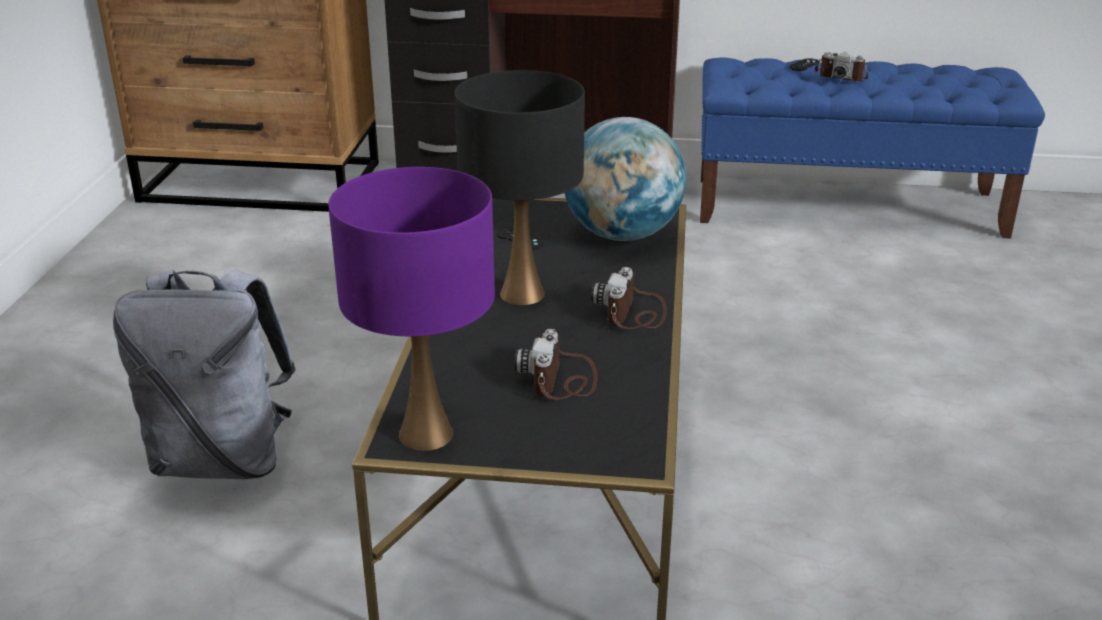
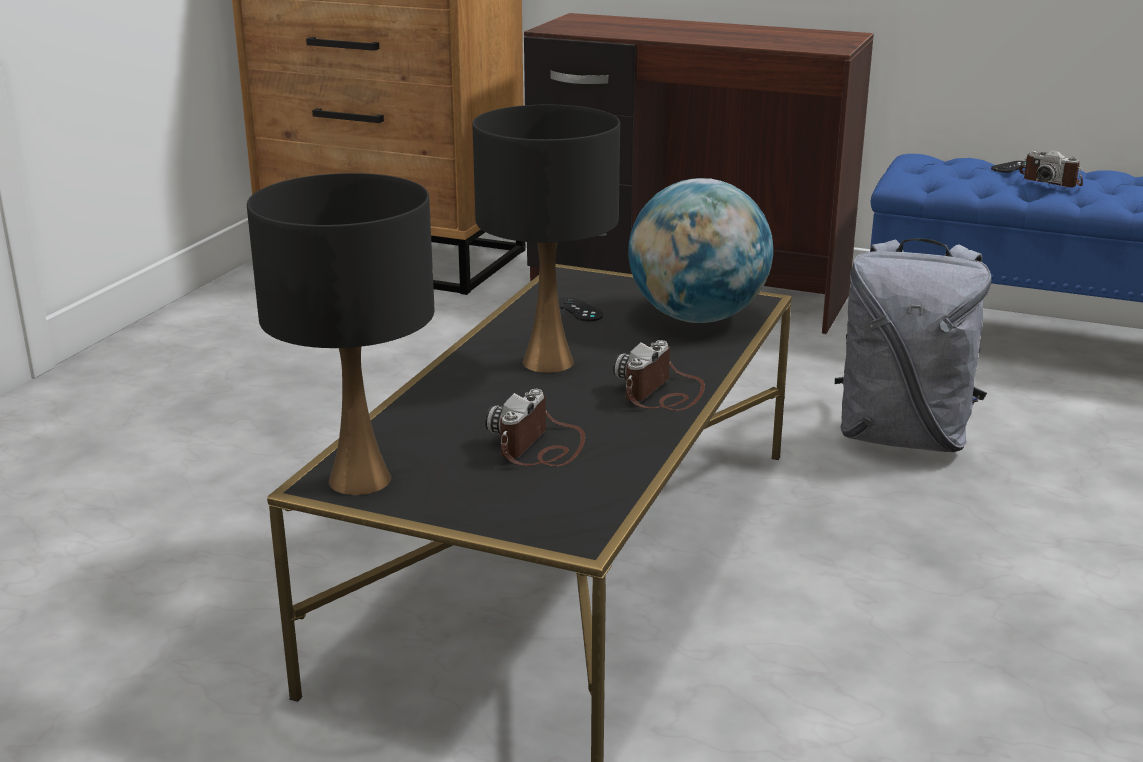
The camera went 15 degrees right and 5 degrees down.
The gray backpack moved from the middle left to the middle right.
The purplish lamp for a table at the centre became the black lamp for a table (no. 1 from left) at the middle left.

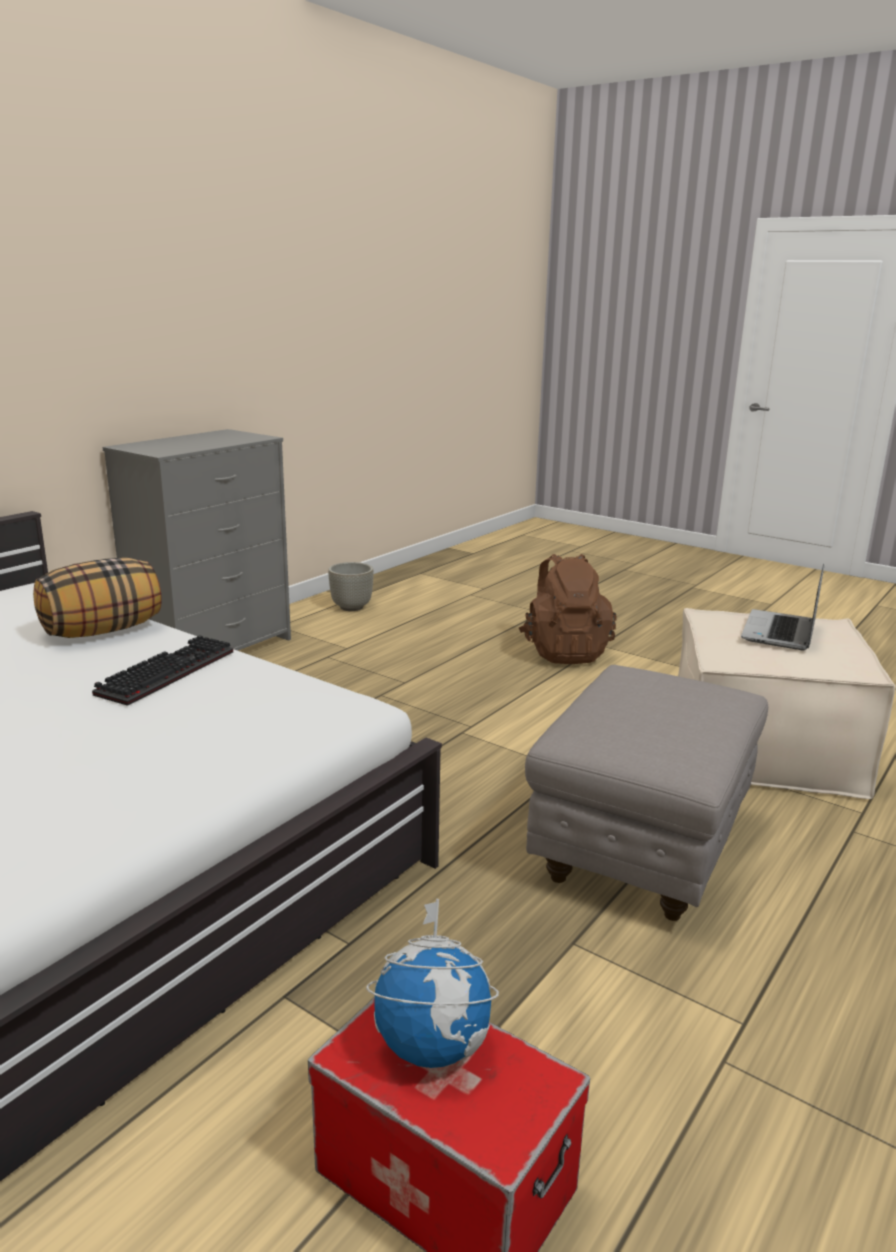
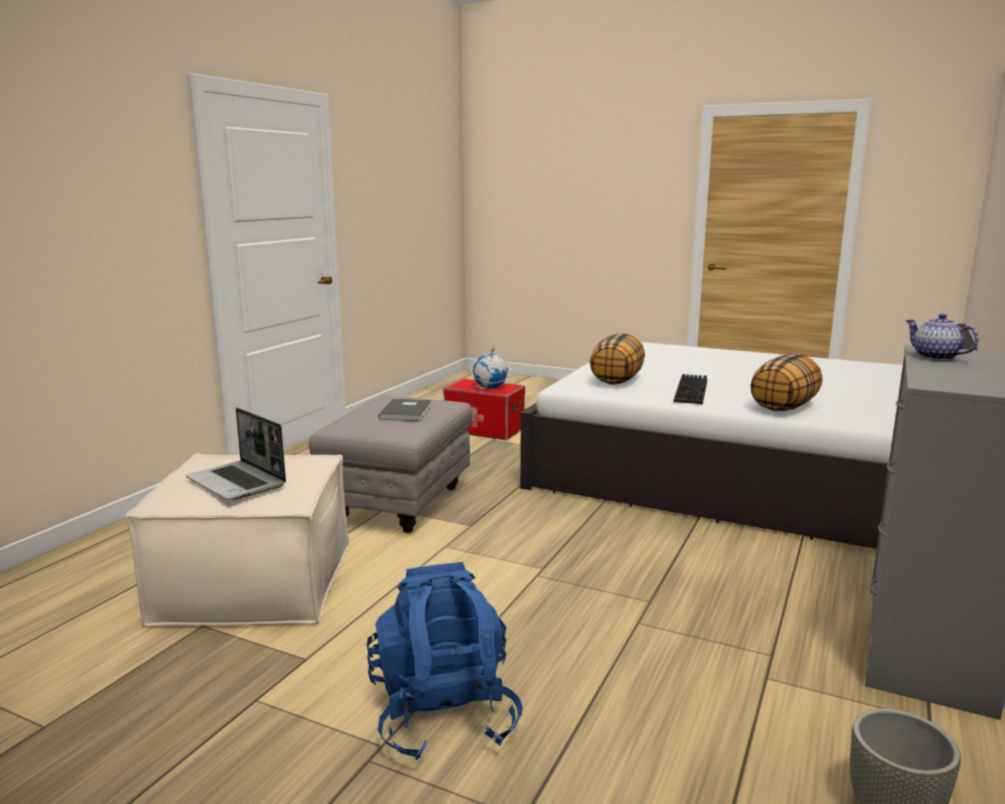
The camera went 170 degrees right and 5 degrees down.
The brown-coloured backpack at the centre became the bluish backpack at the bottom centre.
The laptop at the middle right turned 120 degrees clockwise.
The gray volume at the centre appeared.
The cushion (no. 1 from left) at the centre appeared.
The tea pot at the middle right appeared.

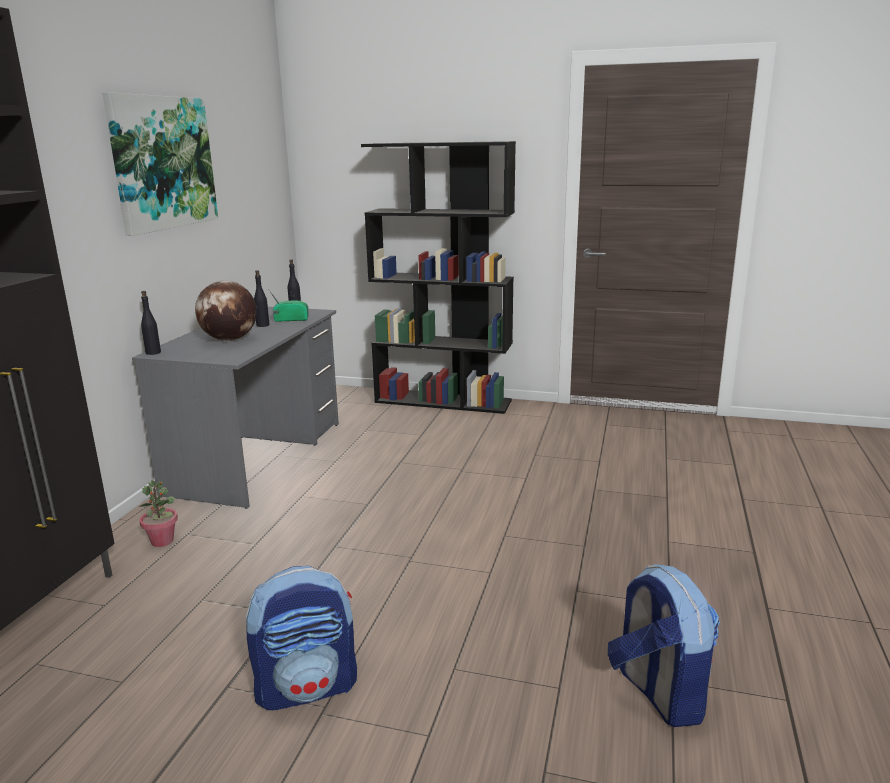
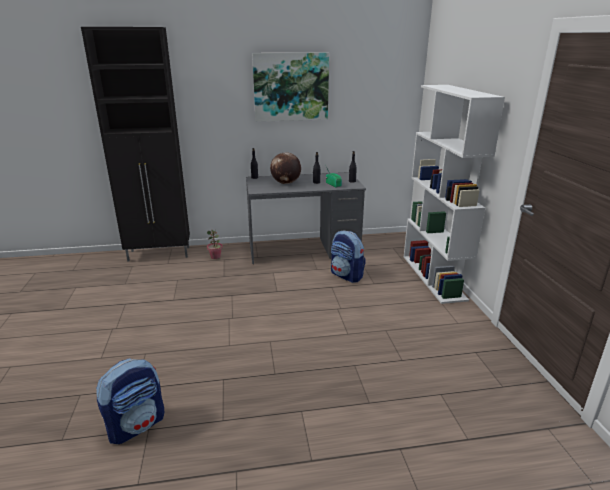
The camera went 65 degrees right and 5 degrees up.
The backpack (no. 1 from left in the first image) moved from the bottom centre to the centre.
The black shelving unit at the centre became the white-coloured shelving unit at the middle right.

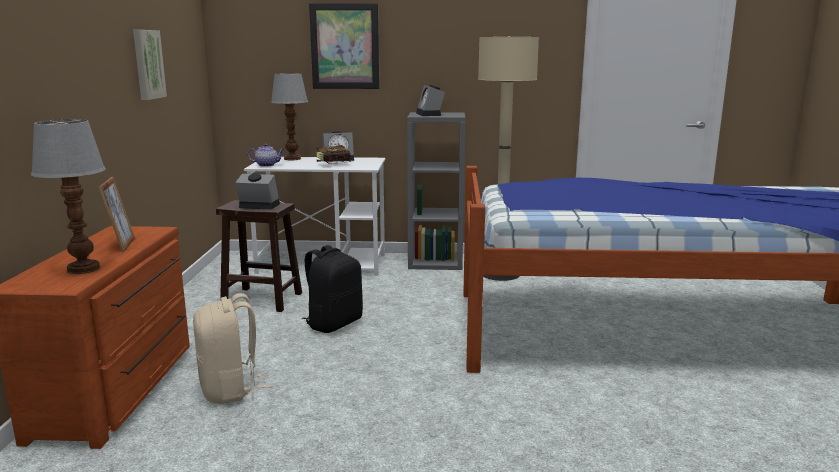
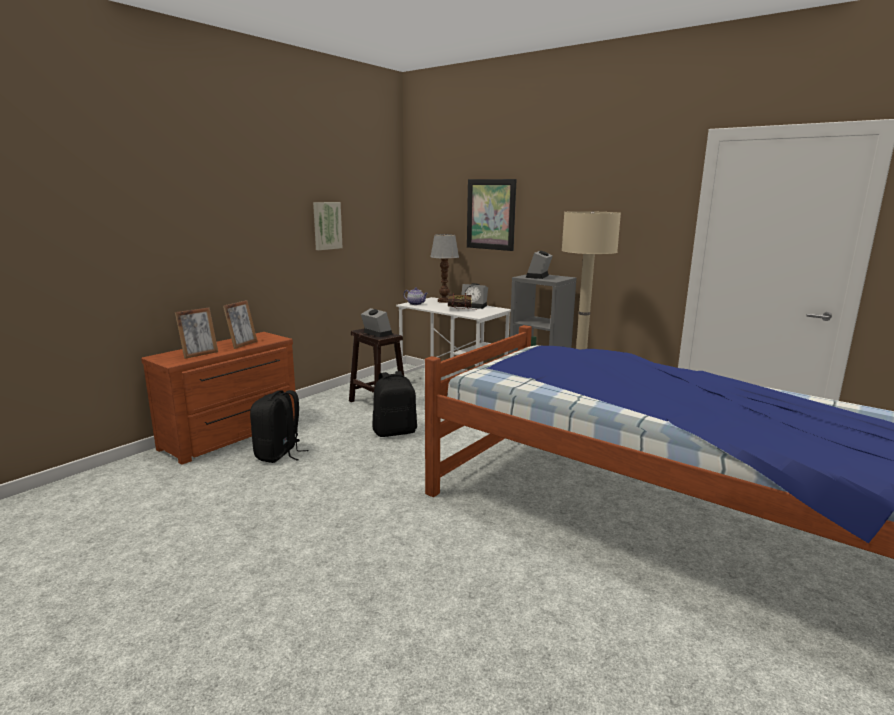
The camera went 35 degrees right and 0 degrees up.
The lamp for a table (no. 1 from left) at the middle left was replaced by the picture frame (no. 1 from left) at the middle left.
The beige-coloured backpack at the bottom left became the black backpack (no. 1 from left) at the middle left.

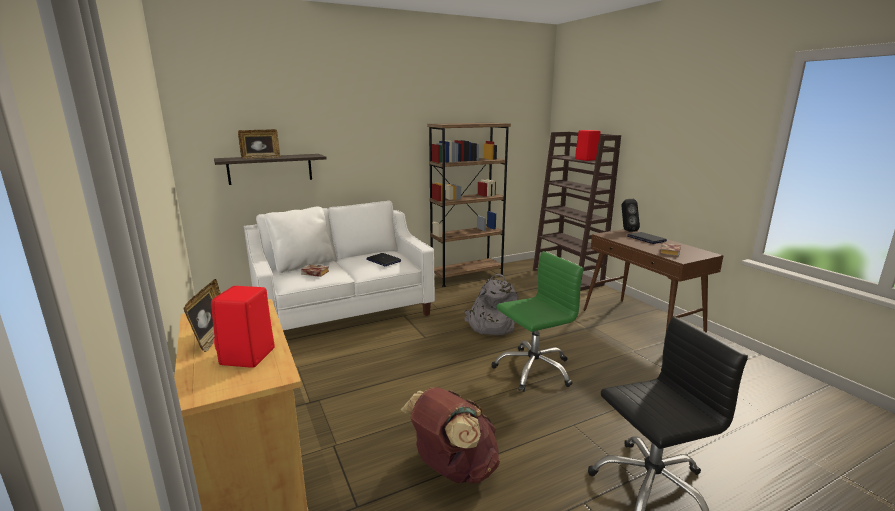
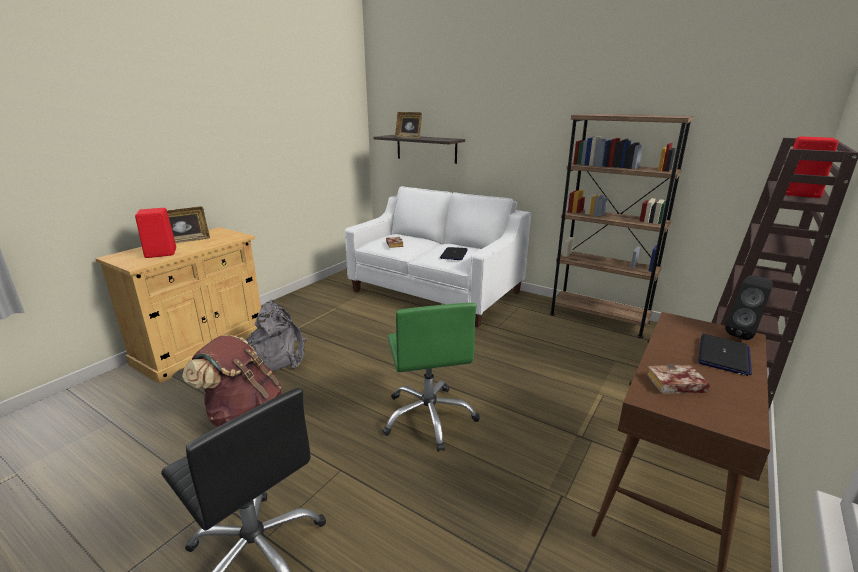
The camera went 60 degrees right and 5 degrees up.
The white-coloured cushion at the centre disappeared.
The gray backpack moved from the centre to the middle left.
The greenish office chair at the centre turned 45 degrees clockwise.

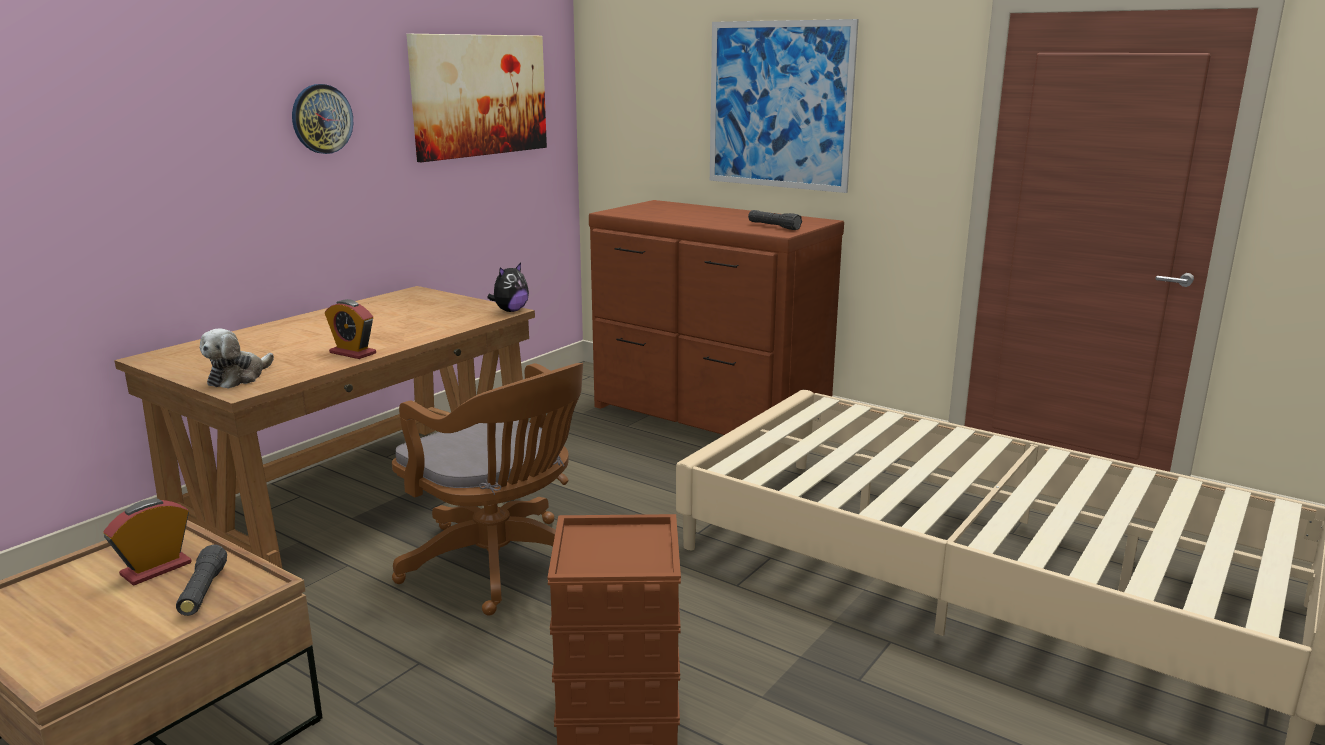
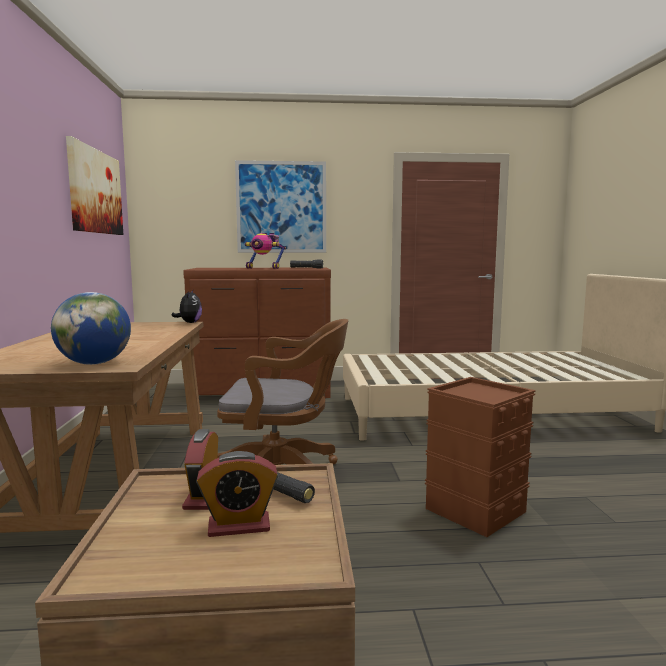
The camera went 40 degrees left and 10 degrees down.
The plush toy (no. 1 from left) at the middle left was replaced by the desk globe at the middle left.
The hanging clock at the top left disappeared.
The table clock (no. 2 from left) moved from the middle left to the bottom centre.
The robot figure at the centre appeared.

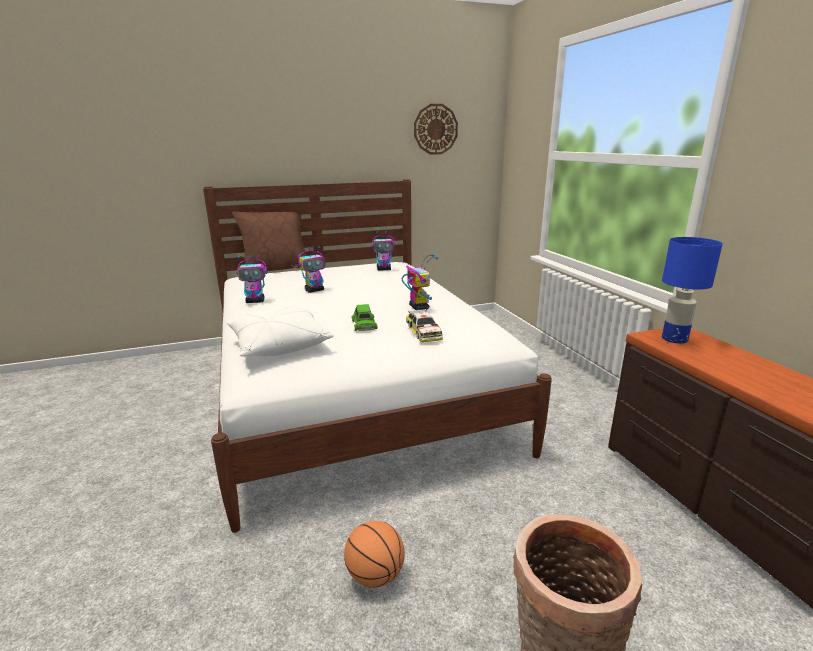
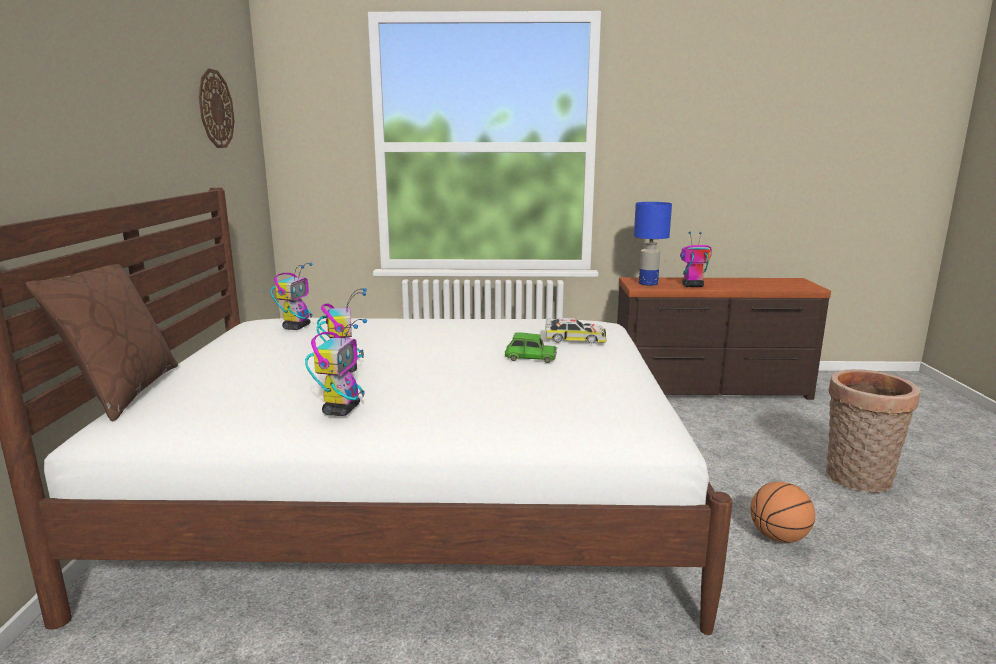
The camera went 70 degrees left and 5 degrees down.
The white-coloured cushion at the centre disappeared.
The robot figure (no. 4 from left) moved from the centre to the middle right.

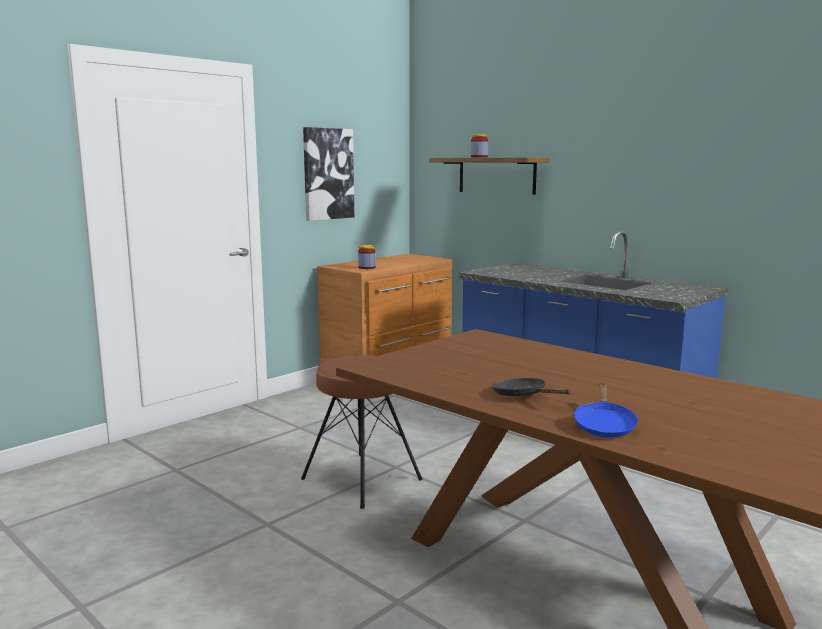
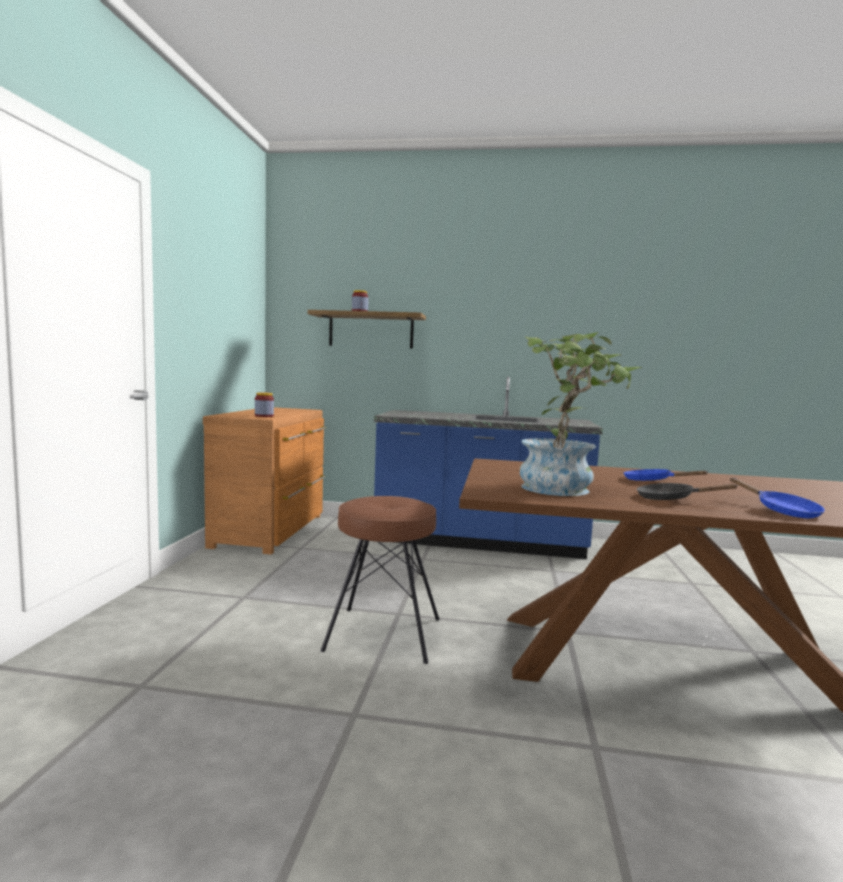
The camera went 35 degrees left and 5 degrees down.
The picture at the top centre disappeared.
The plant in a pot at the middle right appeared.
The bluish frying pan (no. 1 from left) at the middle right appeared.

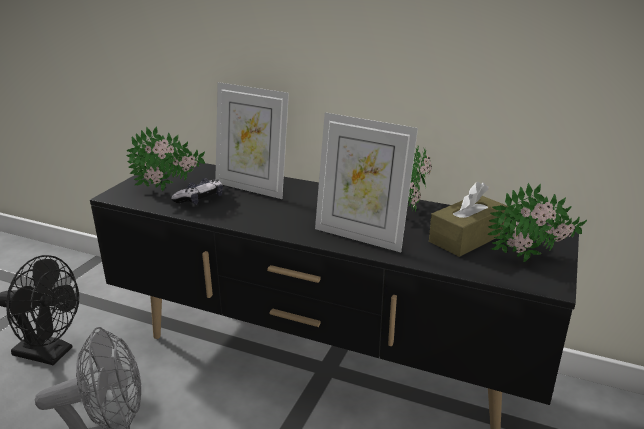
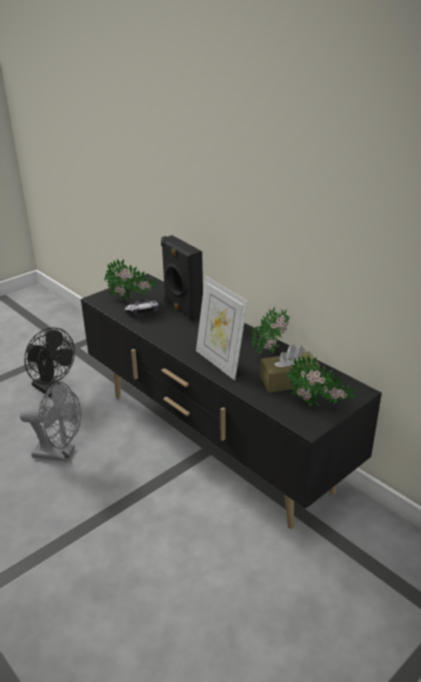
The camera went 25 degrees right and 5 degrees up.
The picture frame (no. 1 from left) at the top centre was replaced by the black loudspeaker at the centre.

